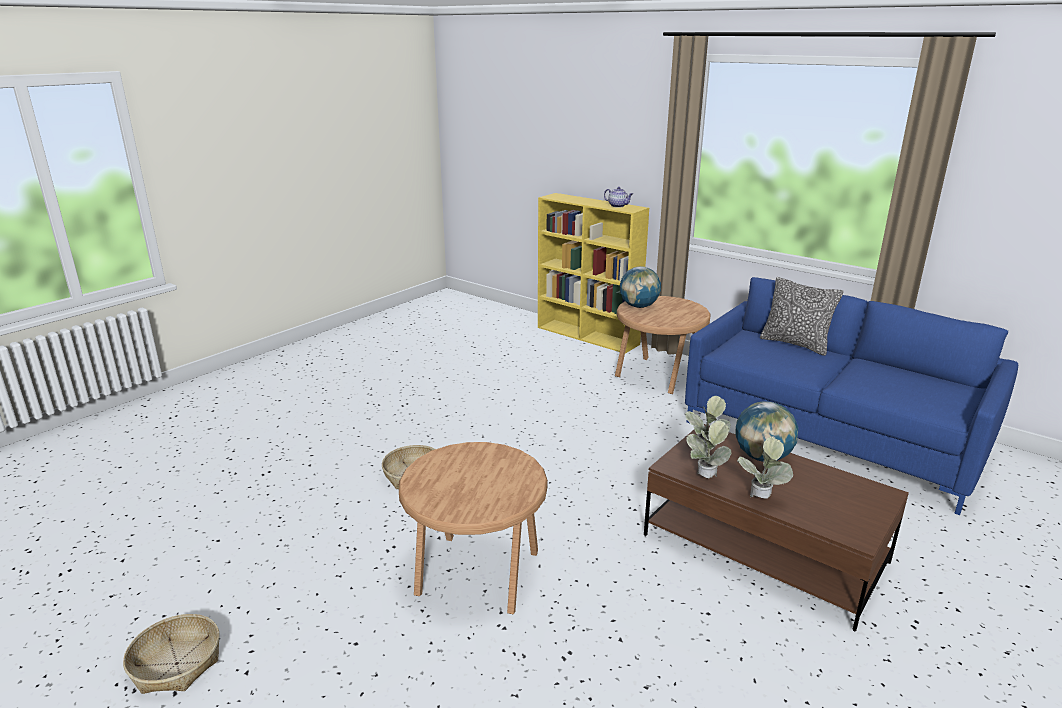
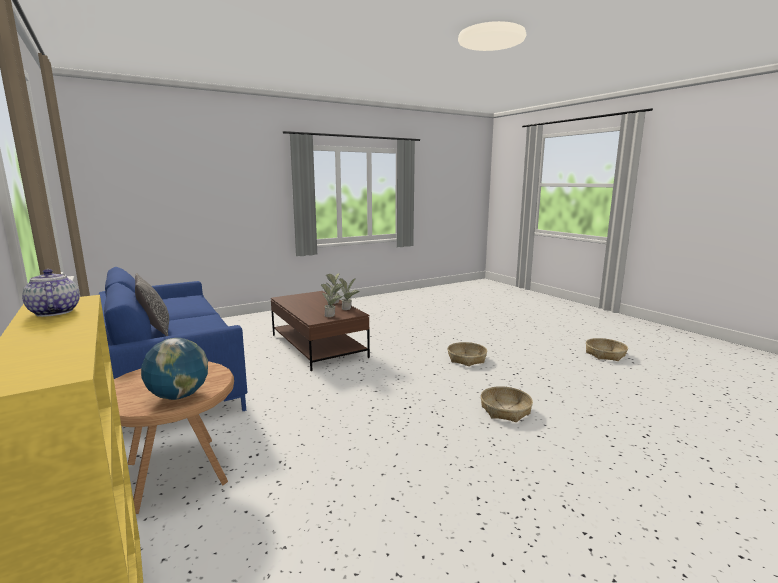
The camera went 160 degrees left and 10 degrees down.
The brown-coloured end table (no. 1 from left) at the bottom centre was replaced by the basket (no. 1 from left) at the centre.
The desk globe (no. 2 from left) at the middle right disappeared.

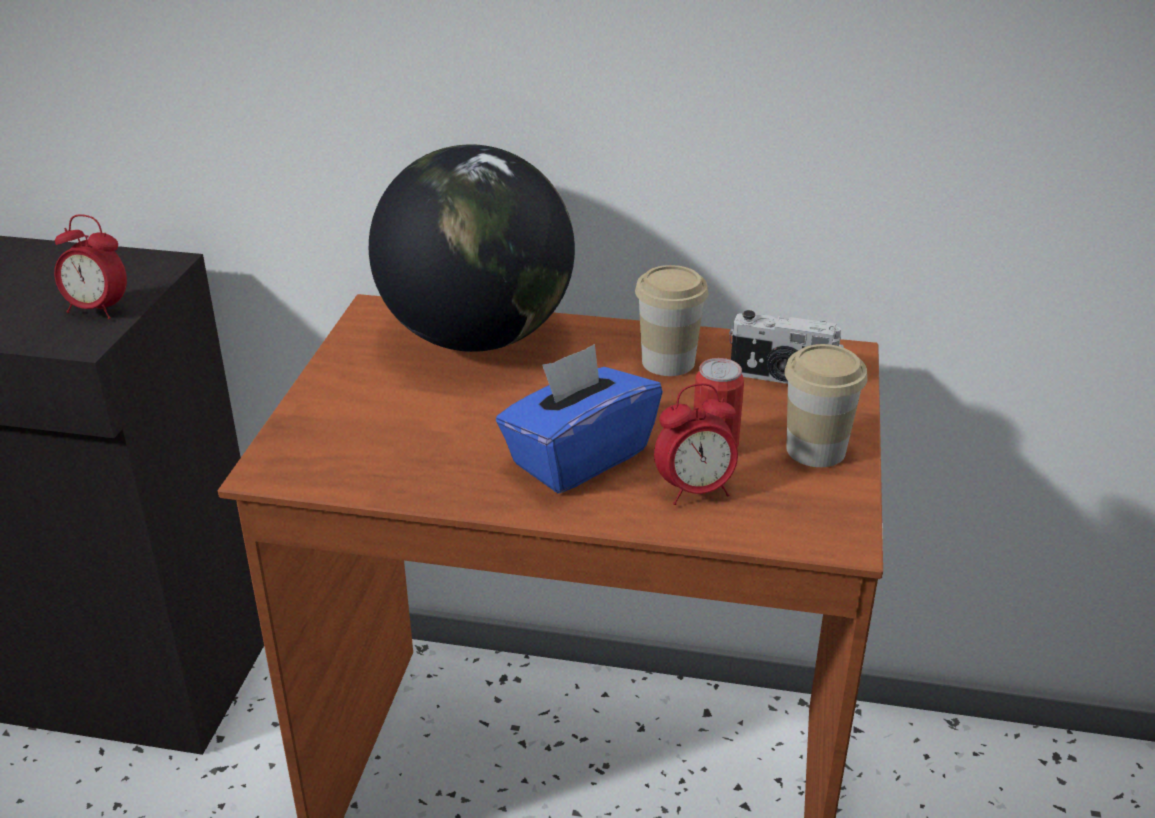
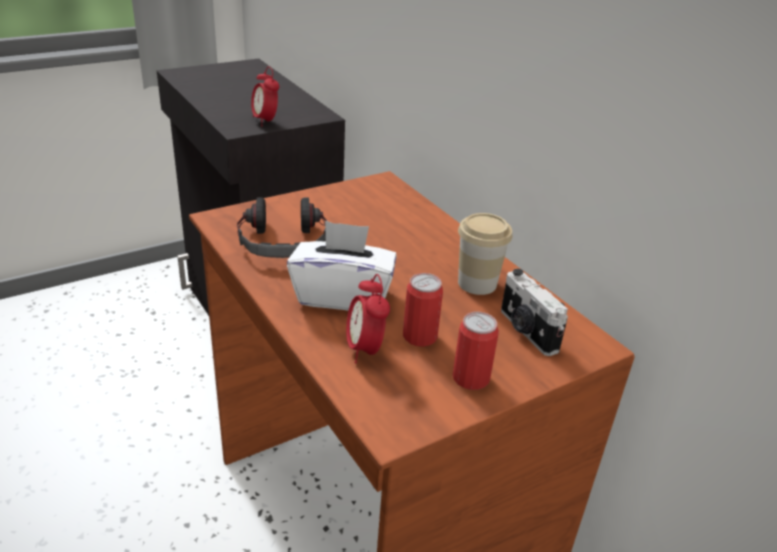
The camera went 45 degrees right and 0 degrees up.
The desk globe at the top centre disappeared.
The bluish box of tissues at the centre became the white-coloured box of tissues at the centre.
The table clock (no. 2 from left) at the centre turned 45 degrees clockwise.
The small cup (no. 2 from left) at the middle right was replaced by the can (no. 2 from left) at the centre.
The headset at the centre appeared.

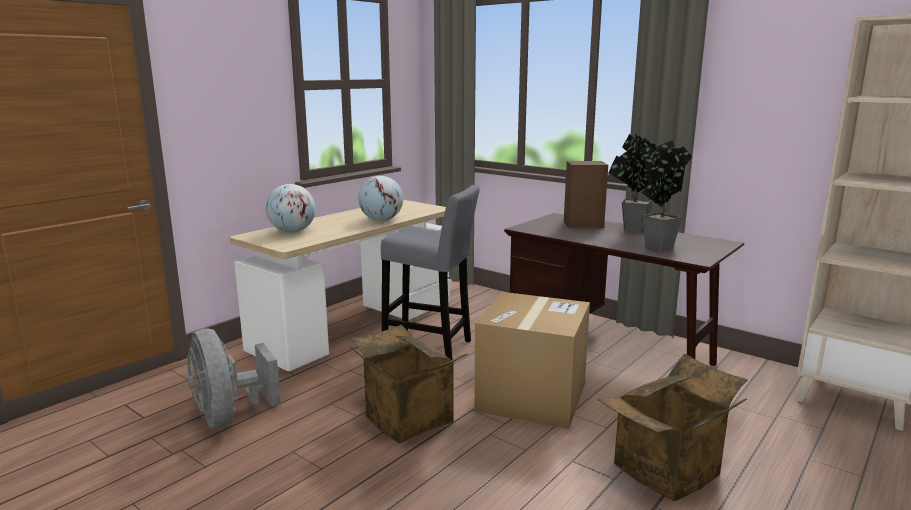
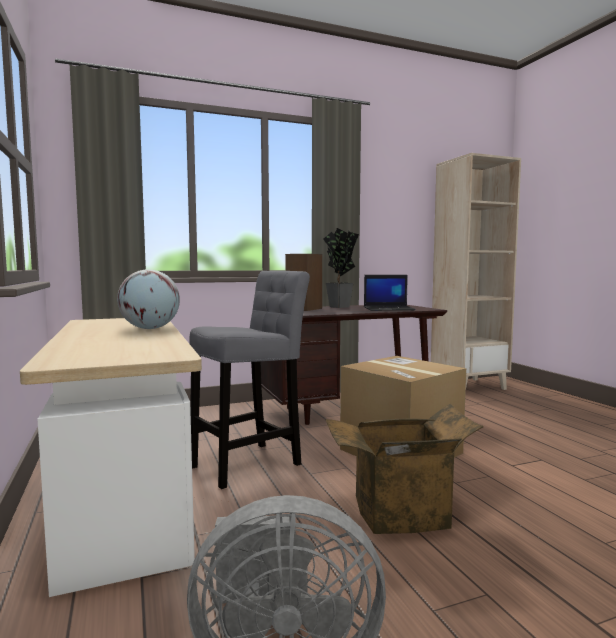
The camera went 60 degrees left and 10 degrees down.
The desk globe (no. 1 from left) at the middle left disappeared.
The carton (no. 3 from left) at the bottom right disappeared.
The plant in a pot (no. 2 from left) at the middle right was replaced by the laptop at the centre.

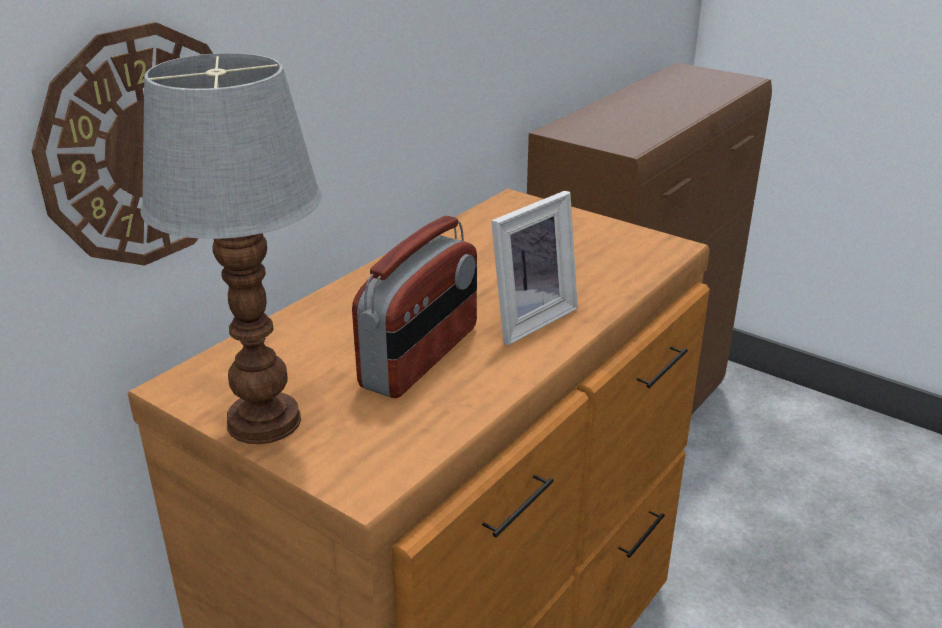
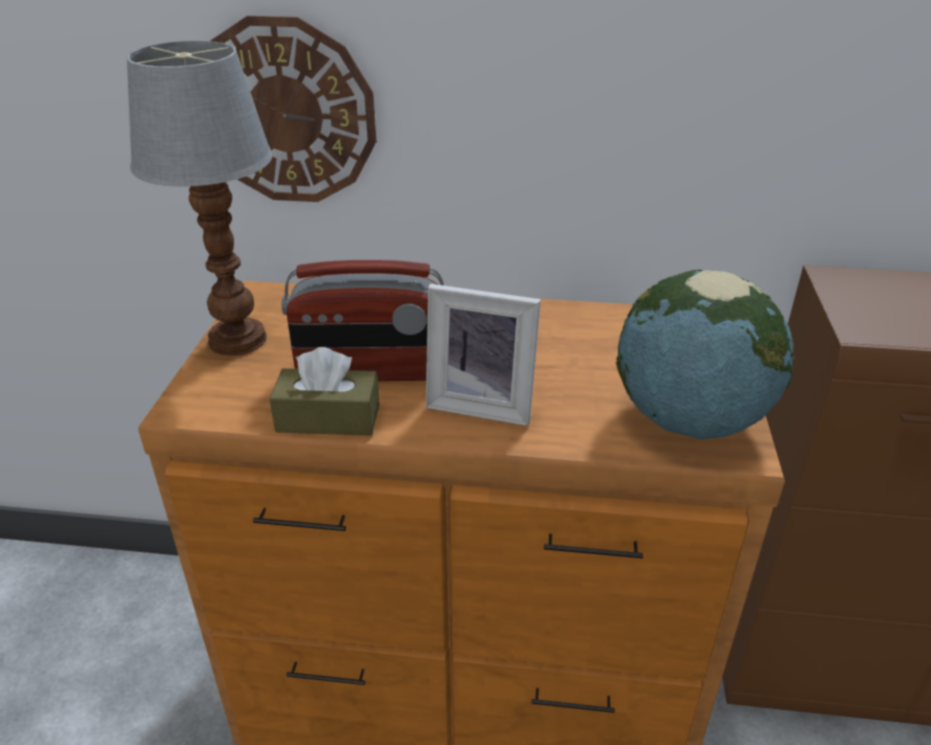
The camera went 60 degrees right and 5 degrees up.
The brown-coloured box of tissues at the centre appeared.
The desk globe at the middle right appeared.

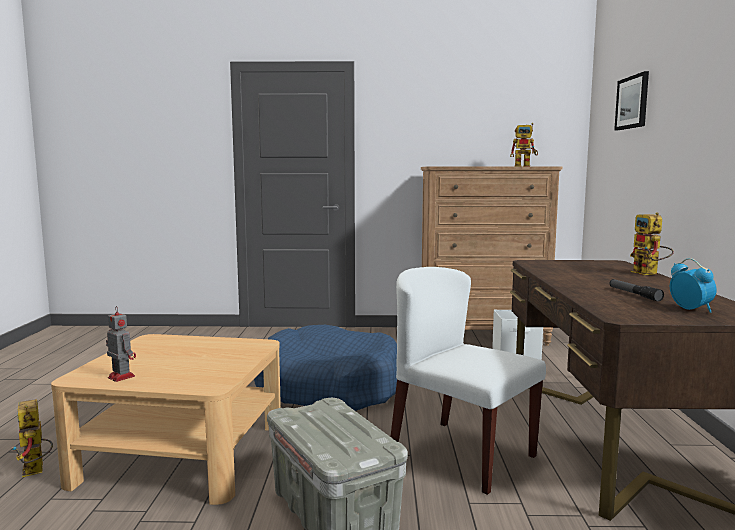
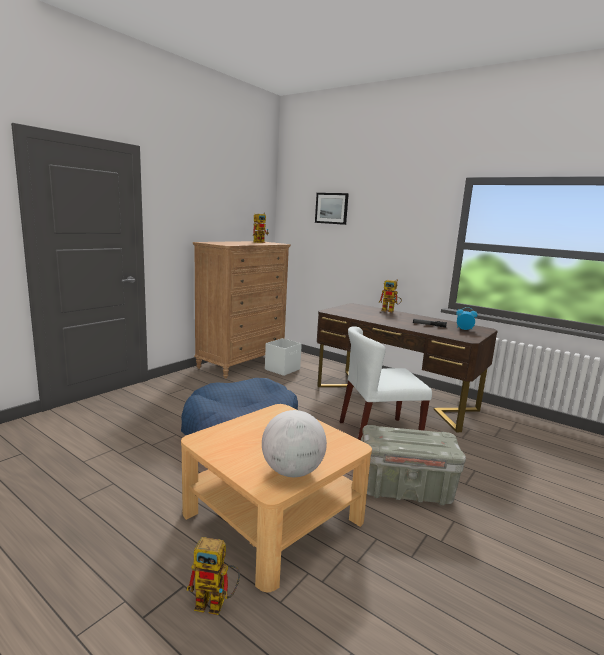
The camera went 55 degrees left and 5 degrees up.
The robot figure (no. 2 from left) at the middle left was replaced by the desk globe at the bottom centre.

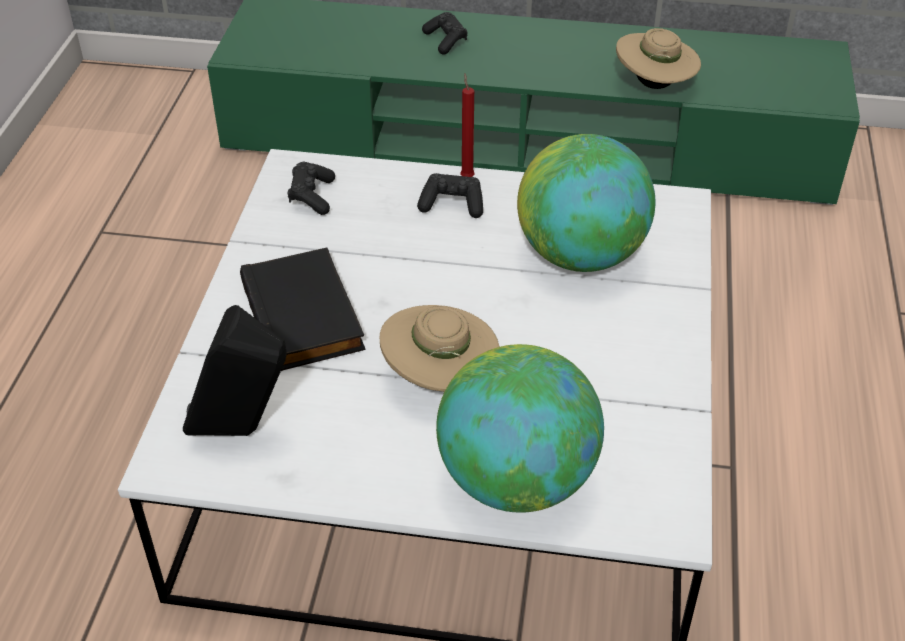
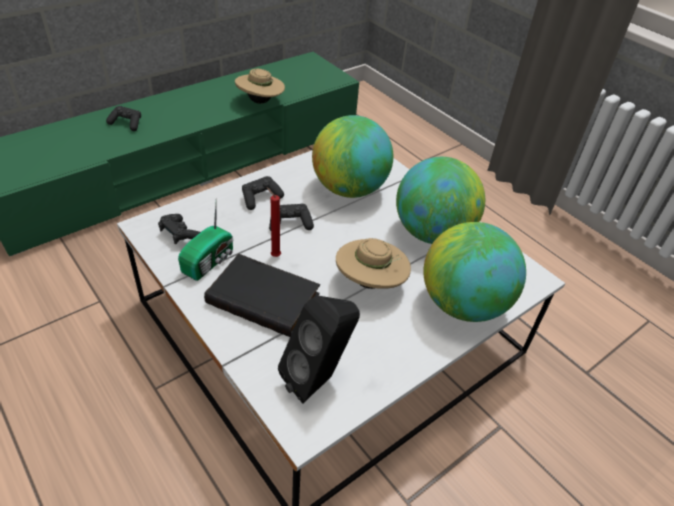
The camera went 50 degrees left and 0 degrees up.
The red-coloured candle moved from the top centre to the centre.
The radio set at the middle left appeared.
The black game controller (no. 4 from left) at the centre appeared.
The desk globe (no. 2 from left) at the centre appeared.

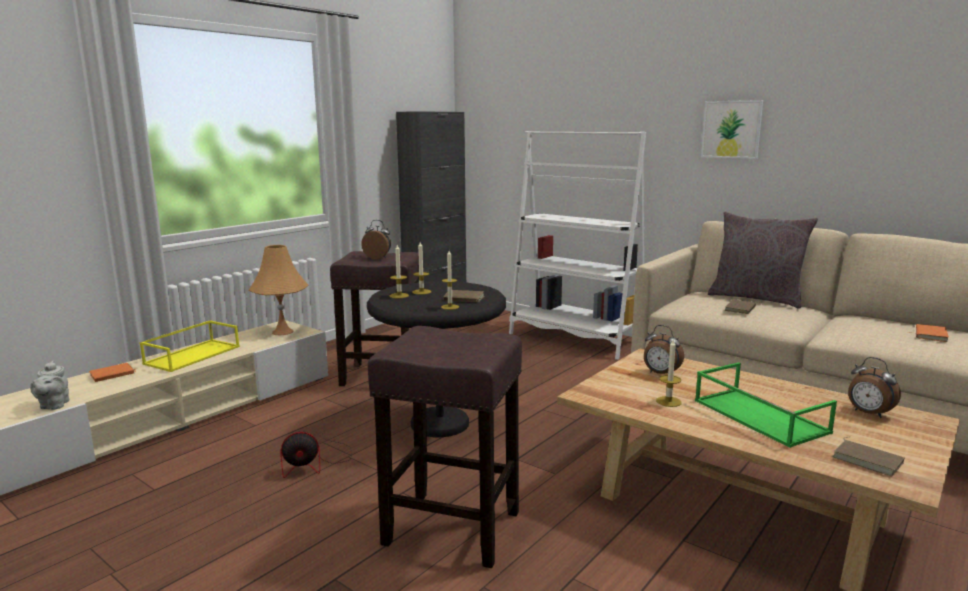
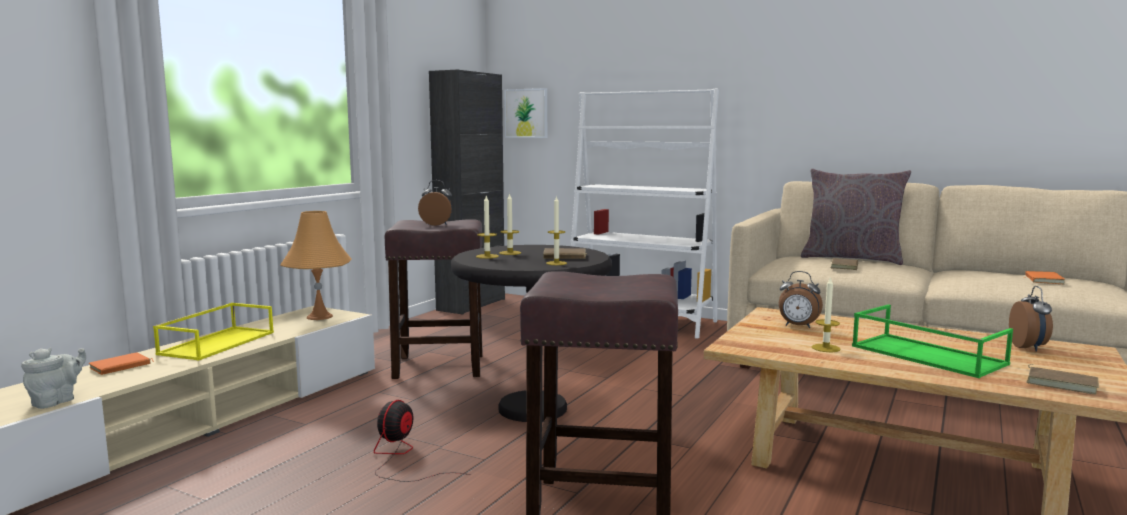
The camera went 10 degrees left and 5 degrees down.
The gray tea pot at the middle left turned 135 degrees counterclockwise.
The electric fan at the bottom left turned 135 degrees clockwise.
The picture moved from the top right to the top centre.
The table clock (no. 3 from left) at the middle right turned 120 degrees counterclockwise.

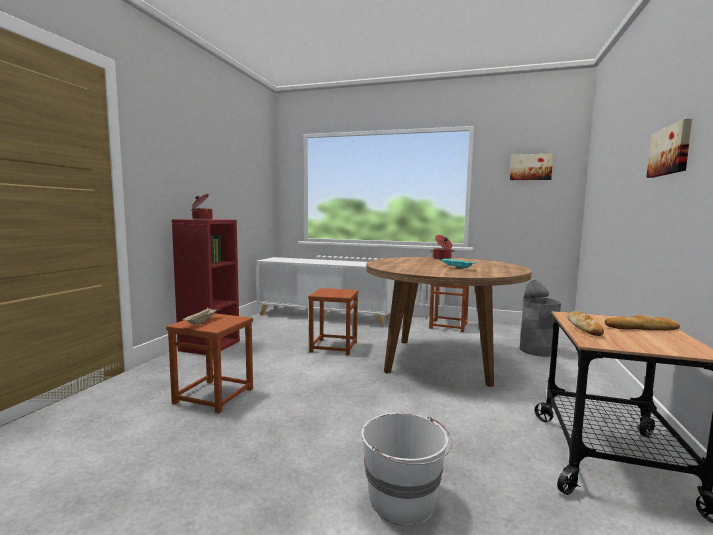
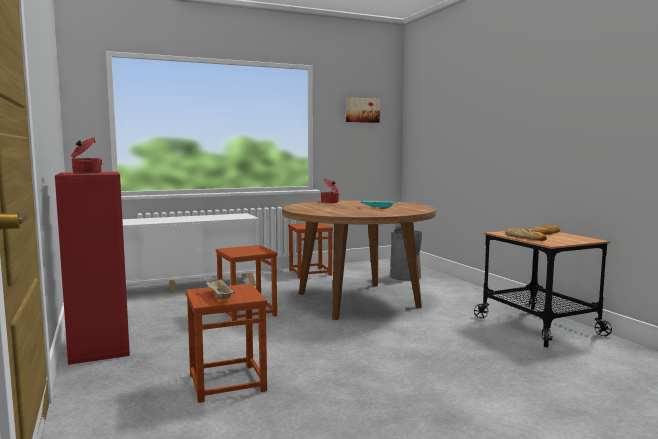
The camera went 40 degrees left and 0 degrees up.
The white-coloured water bucket at the bottom centre disappeared.
The picture (no. 2 from left) at the top right disappeared.

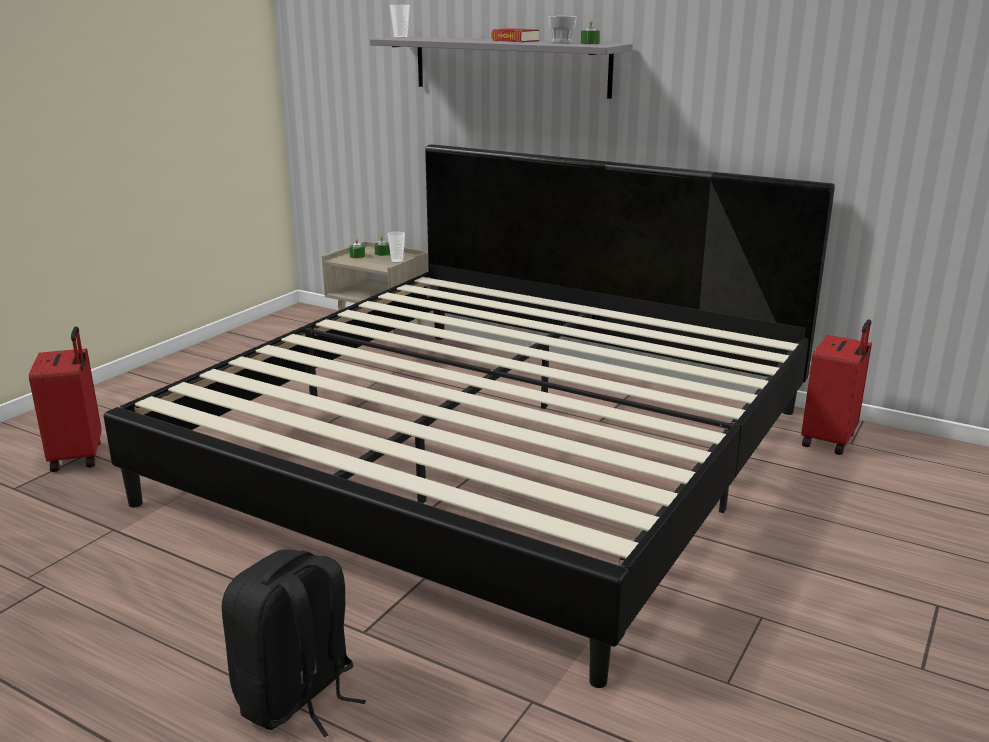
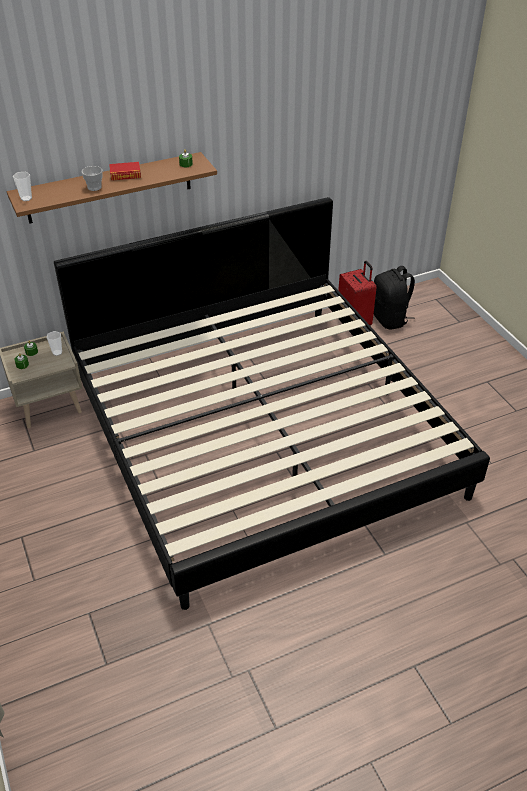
The camera went 55 degrees left and 20 degrees up.
The red-coloured travel case (no. 1 from left) at the middle left disappeared.
The black backpack moved from the bottom left to the middle right.
The gray wall shelf at the top centre became the brown-coloured wall shelf at the top left.
The small cup (no. 3 from left) moved from the top centre to the top left.

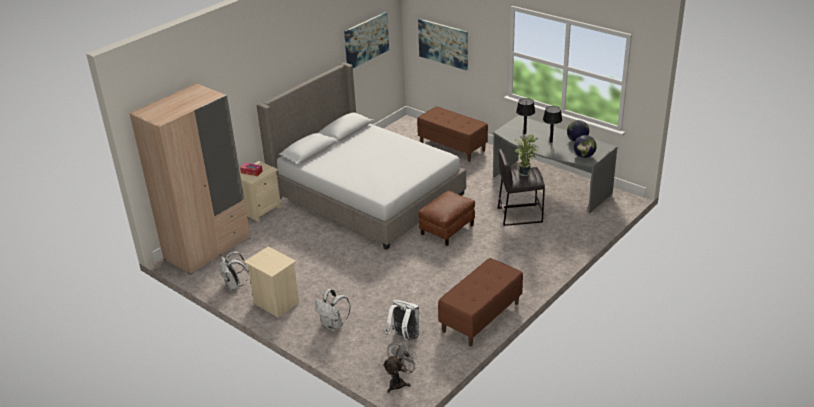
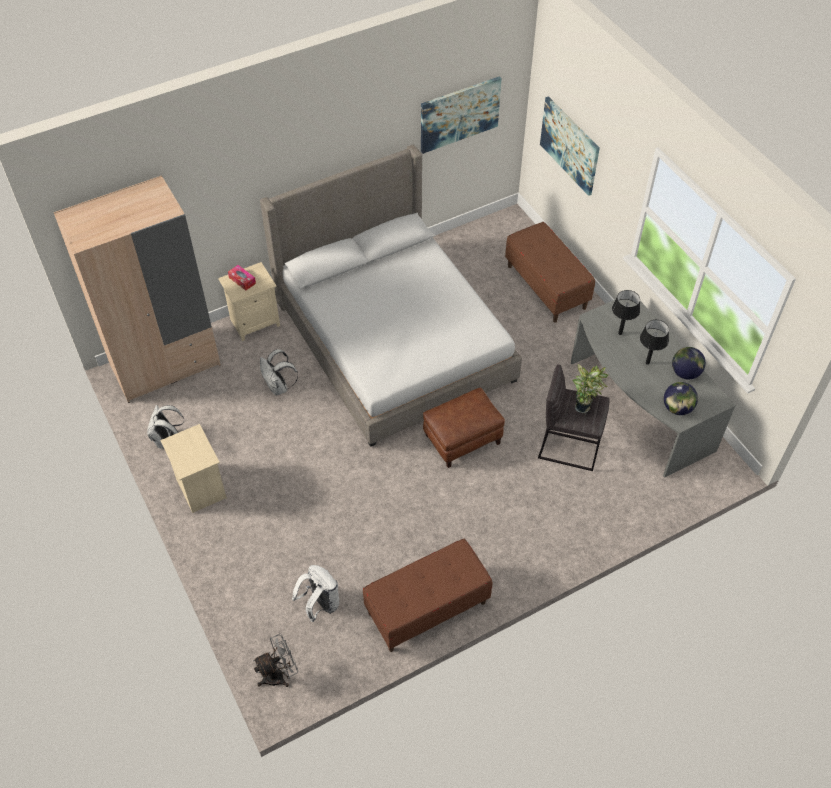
The camera went 20 degrees right and 20 degrees up.
The white-coloured backpack (no. 2 from left) moved from the bottom centre to the centre.

